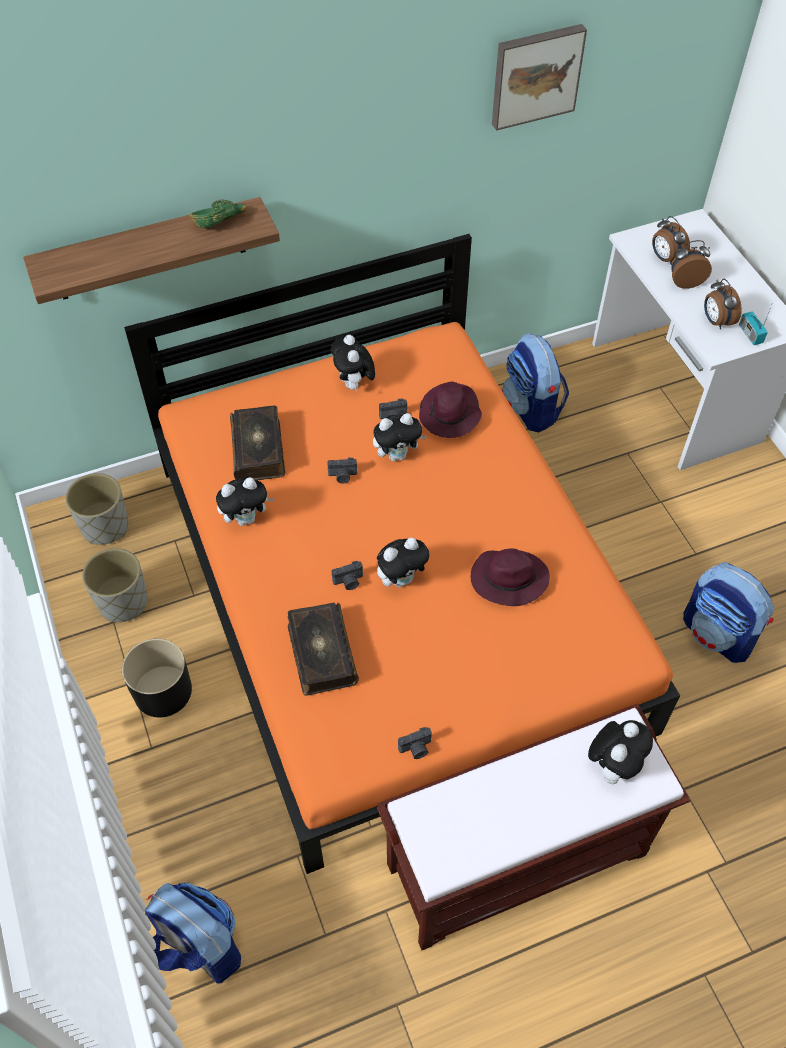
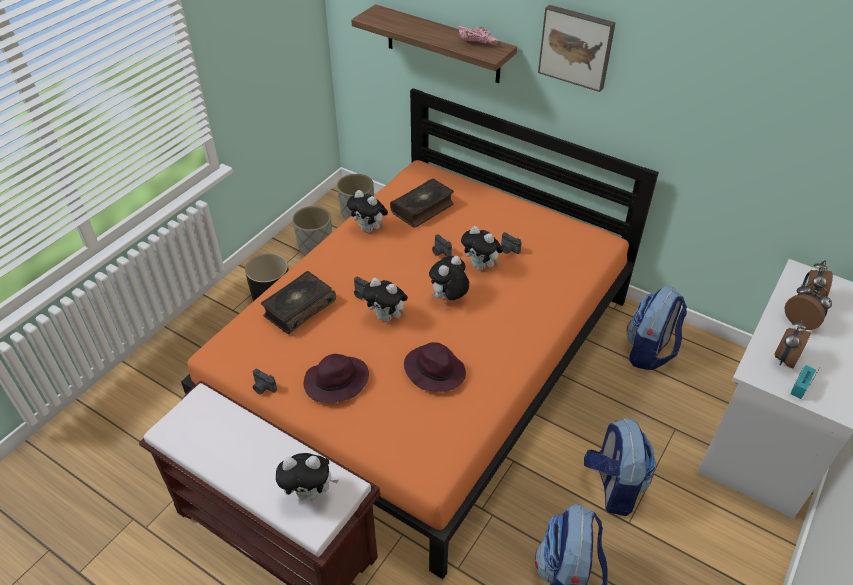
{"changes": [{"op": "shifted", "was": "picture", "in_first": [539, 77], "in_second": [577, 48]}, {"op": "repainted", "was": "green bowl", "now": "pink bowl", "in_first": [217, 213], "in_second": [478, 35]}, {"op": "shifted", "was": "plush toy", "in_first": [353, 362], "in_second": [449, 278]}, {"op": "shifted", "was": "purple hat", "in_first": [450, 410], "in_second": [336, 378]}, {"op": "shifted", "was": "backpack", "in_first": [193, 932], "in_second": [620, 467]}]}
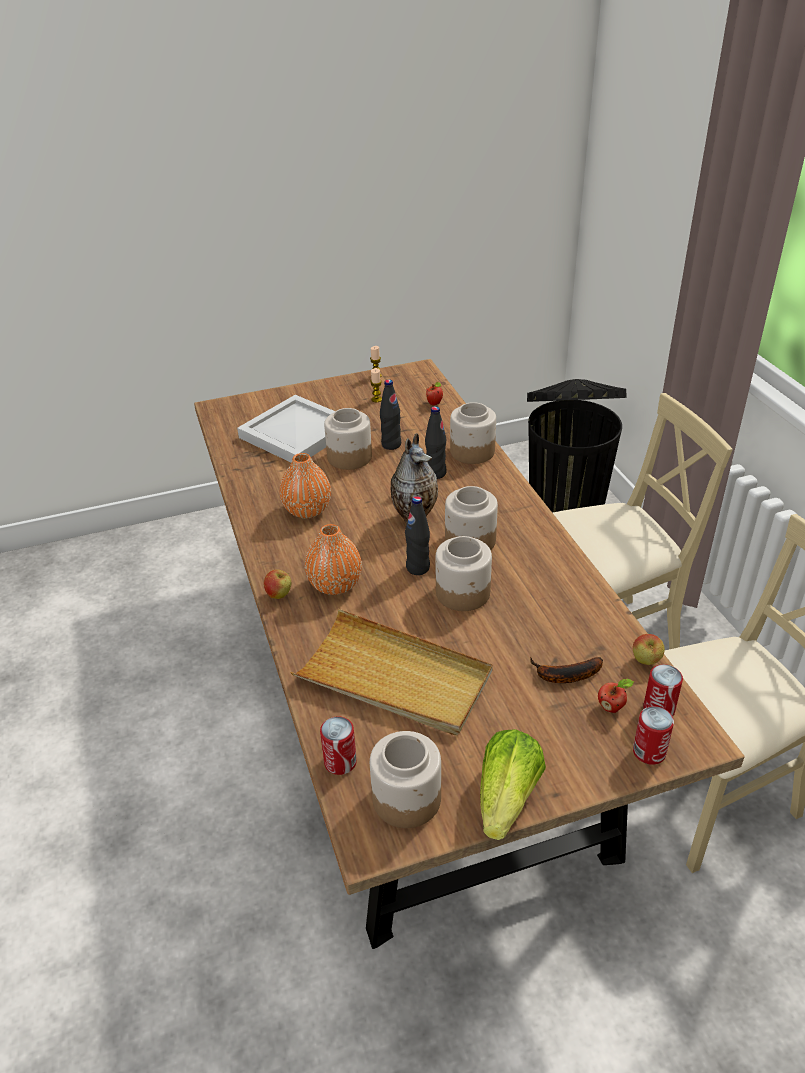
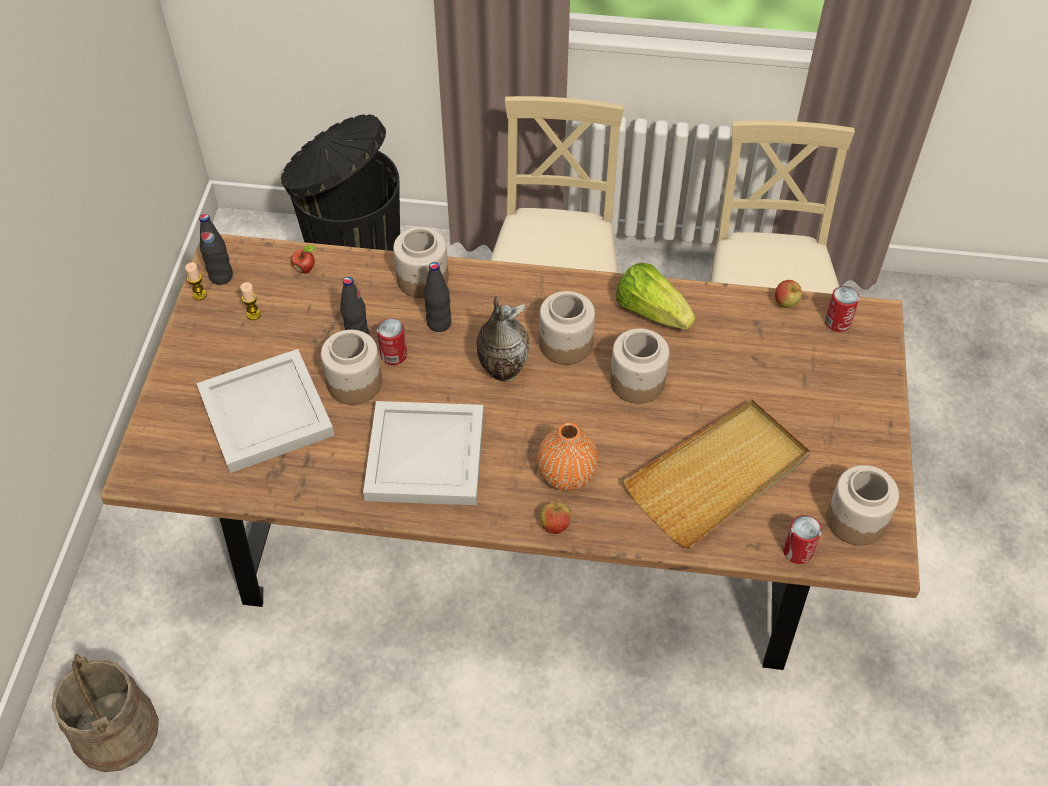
{"changes": [{"op": "swapped", "was": "orange vase", "now": "white tray", "in_first": [305, 485], "in_second": [423, 453]}, {"op": "shifted", "was": "black bottle", "in_first": [417, 535], "in_second": [216, 249]}, {"op": "gone", "was": "banana", "in_first": [566, 670]}, {"op": "gone", "was": "apple", "in_first": [616, 696]}, {"op": "shifted", "was": "can", "in_first": [653, 735], "in_second": [392, 341]}, {"op": "shifted", "was": "lettuce", "in_first": [513, 784], "in_second": [656, 296]}, {"op": "new", "now": "beige bucket", "in_second": [105, 713]}]}
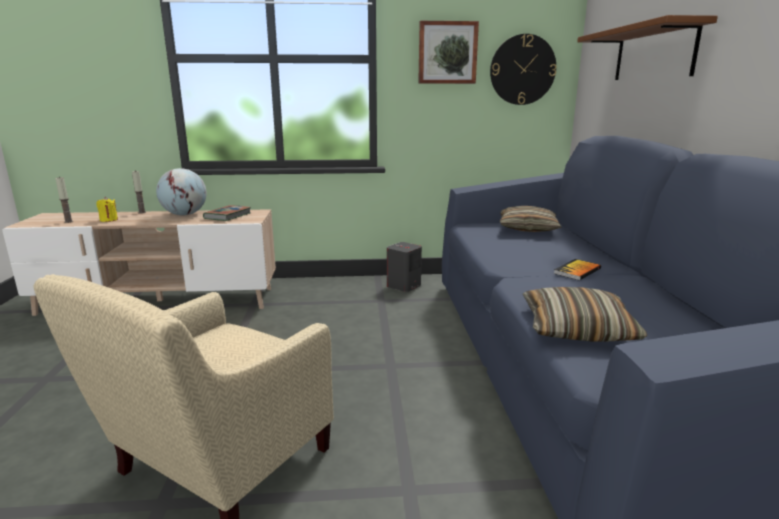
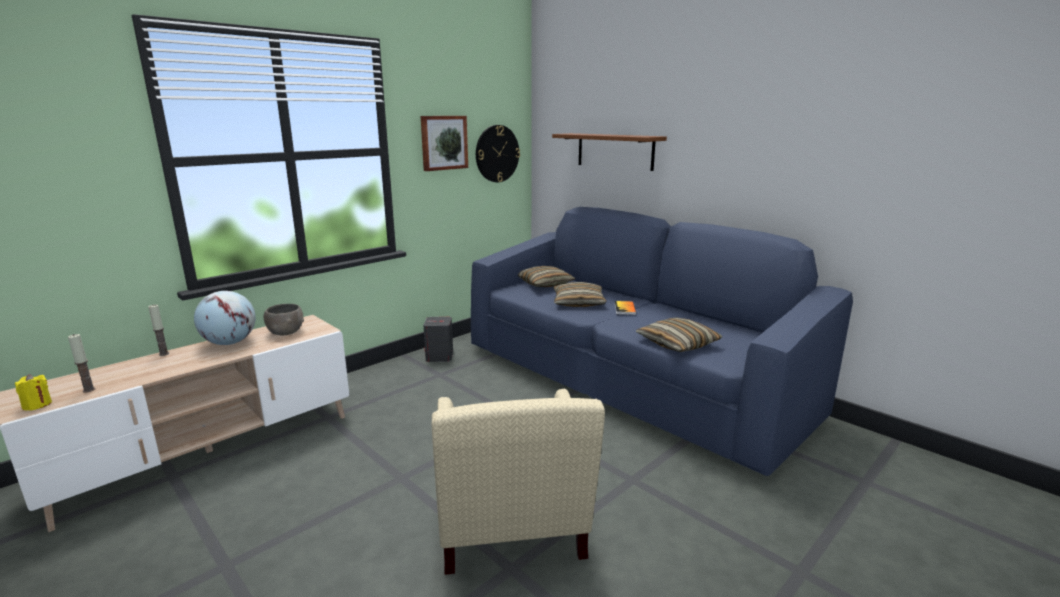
{"changes": [{"op": "shifted", "was": "yellow candle", "in_first": [107, 209], "in_second": [33, 392]}, {"op": "swapped", "was": "book", "now": "grey bowl", "in_first": [227, 213], "in_second": [284, 319]}, {"op": "new", "now": "pillow", "in_second": [580, 294]}]}
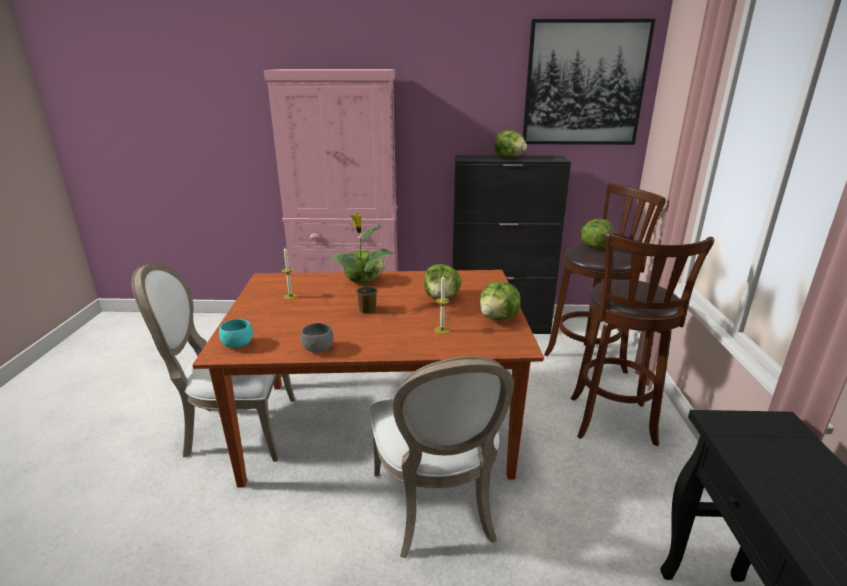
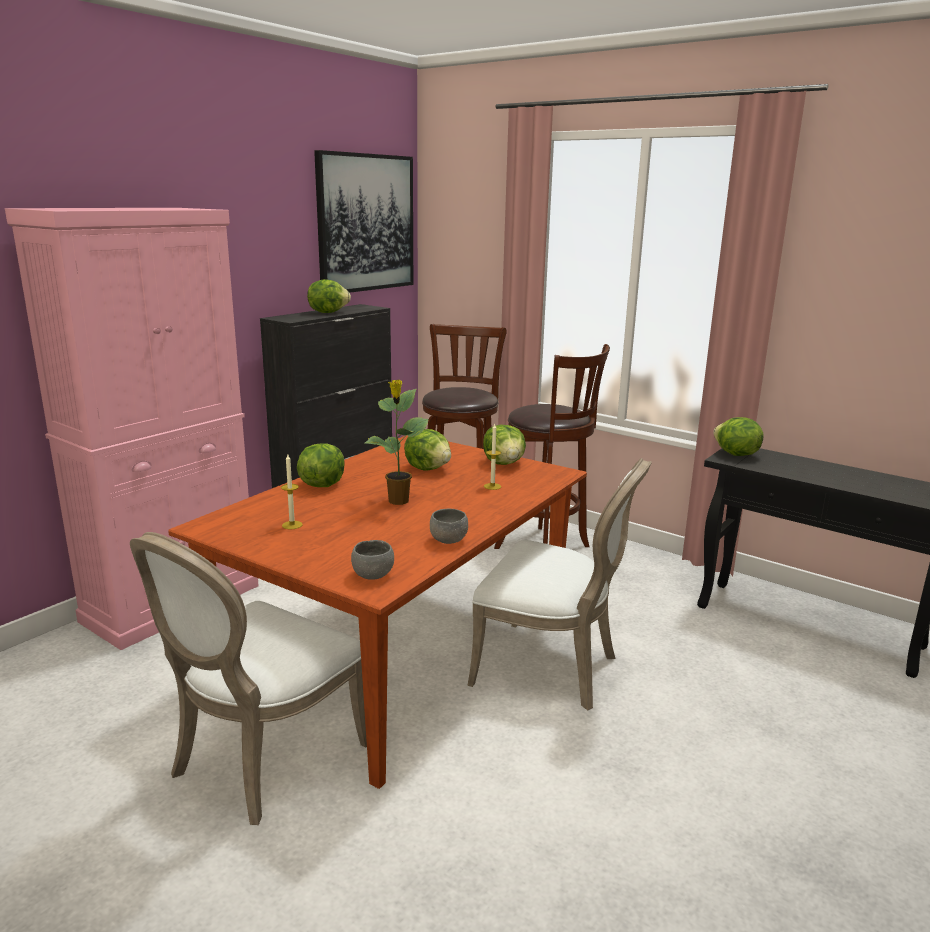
{"changes": [{"op": "shifted", "was": "lettuce", "in_first": [597, 234], "in_second": [738, 436]}, {"op": "repainted", "was": "turquoise bowl", "now": "grey bowl", "in_first": [236, 333], "in_second": [372, 560]}]}
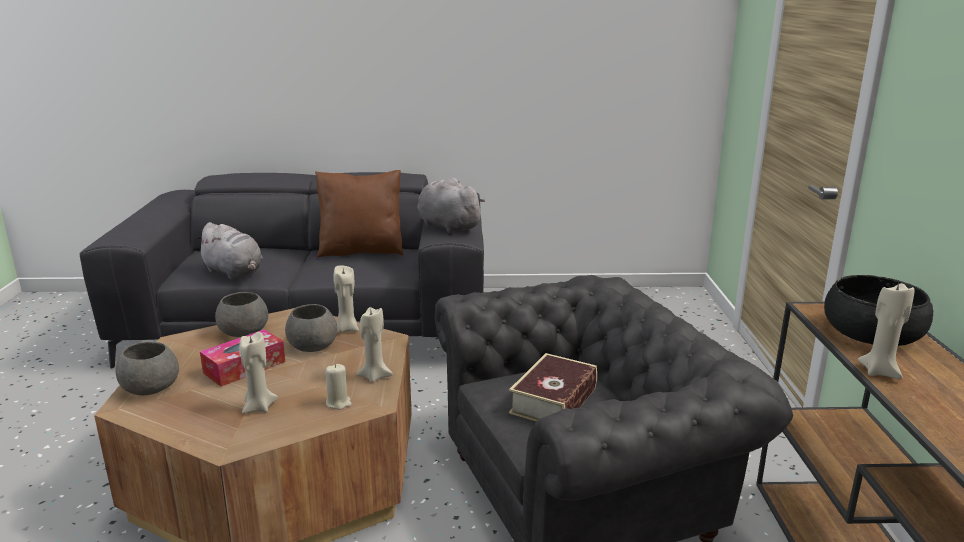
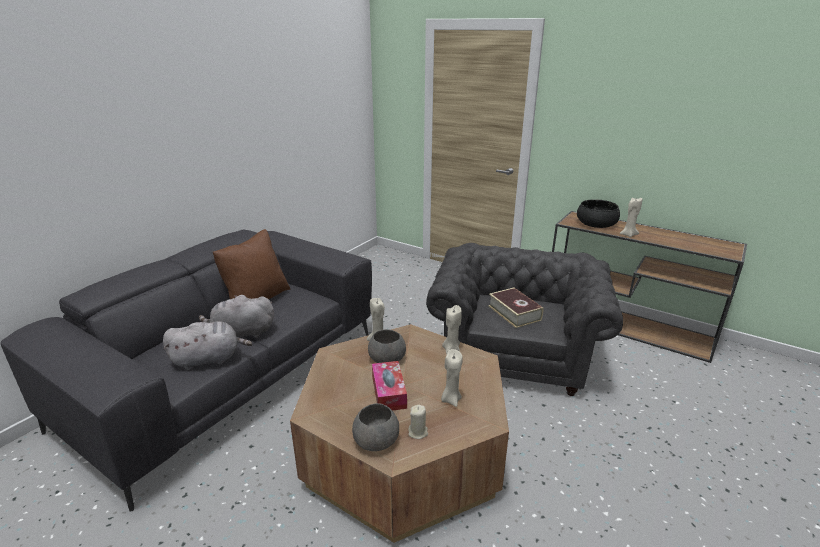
{"changes": [{"op": "shifted", "was": "grey plush toy", "in_first": [451, 206], "in_second": [236, 316]}, {"op": "gone", "was": "grey bowl", "in_first": [241, 314]}, {"op": "shifted", "was": "beige candle", "in_first": [338, 387], "in_second": [418, 422]}]}
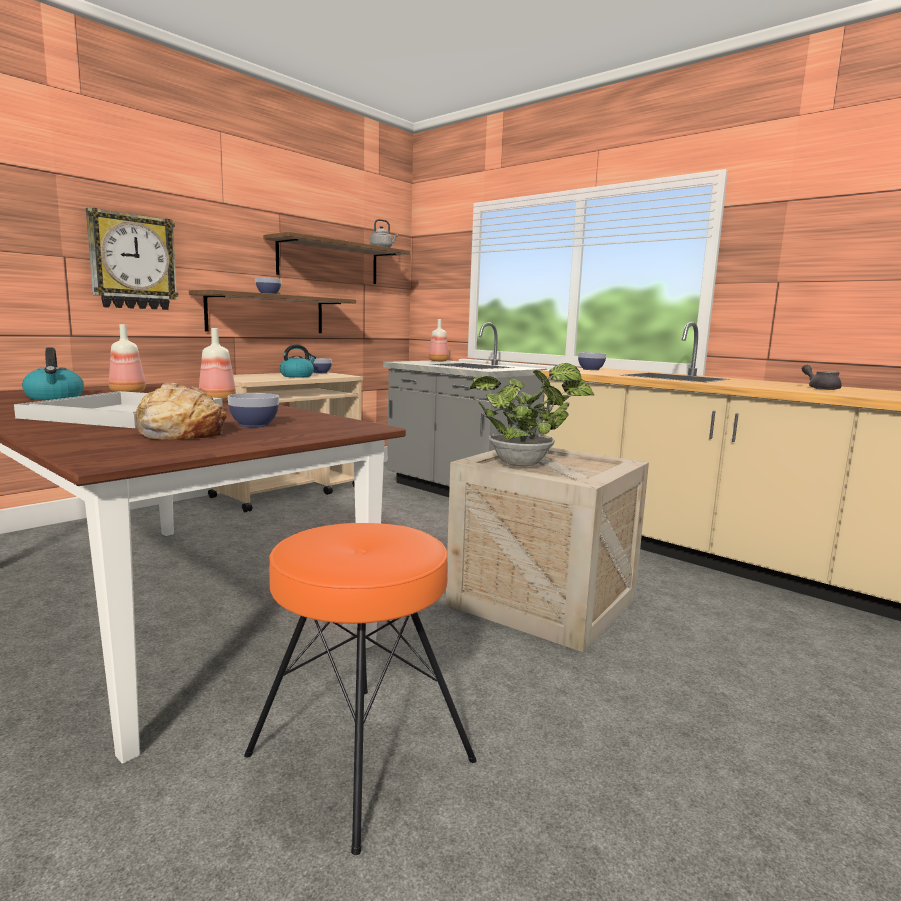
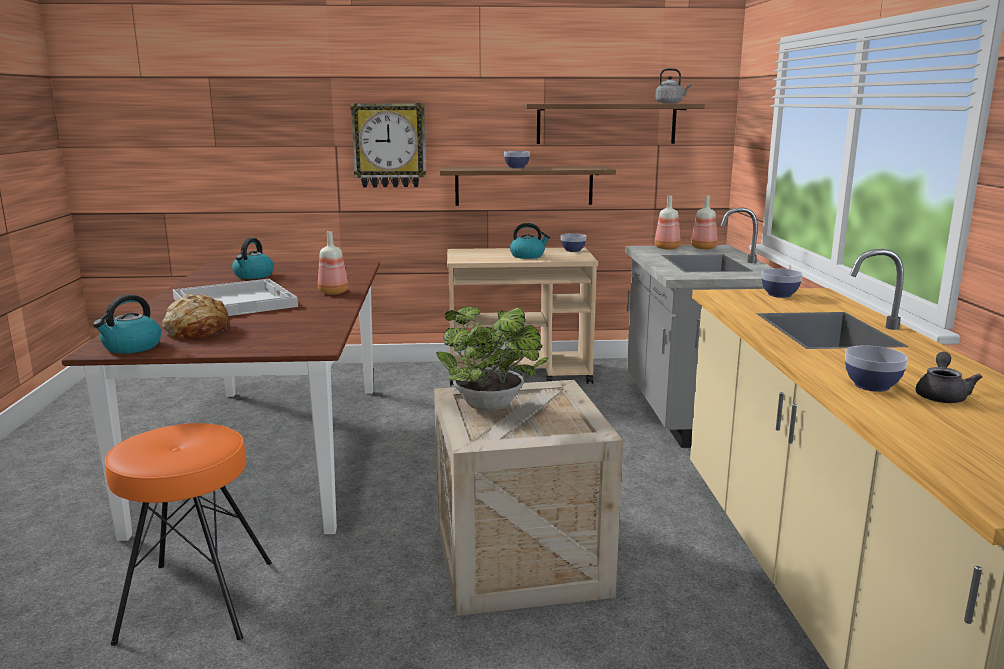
{"changes": [{"op": "shifted", "was": "bottle", "in_first": [127, 358], "in_second": [667, 222]}, {"op": "shifted", "was": "bowl", "in_first": [253, 410], "in_second": [876, 368]}, {"op": "new", "now": "kettle", "in_second": [127, 324]}]}
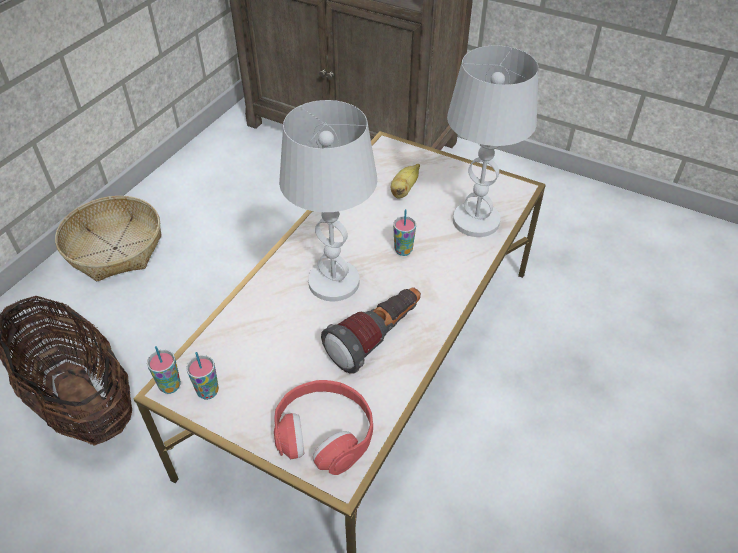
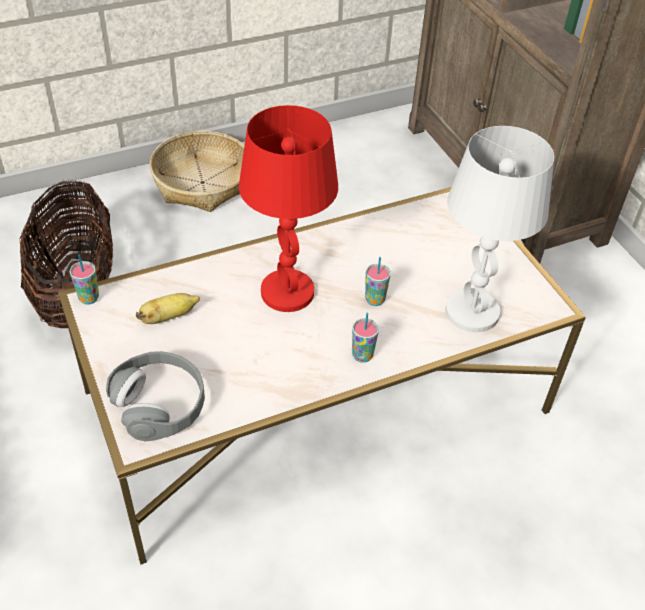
{"changes": [{"op": "repainted", "was": "white table lamp", "now": "red table lamp", "in_first": [328, 200], "in_second": [288, 208]}, {"op": "shifted", "was": "banana", "in_first": [405, 181], "in_second": [168, 308]}, {"op": "gone", "was": "flashlight", "in_first": [371, 330]}, {"op": "shifted", "was": "cup", "in_first": [202, 376], "in_second": [365, 338]}, {"op": "repainted", "was": "red headphones", "now": "grey headphones", "in_first": [323, 427], "in_second": [155, 396]}]}
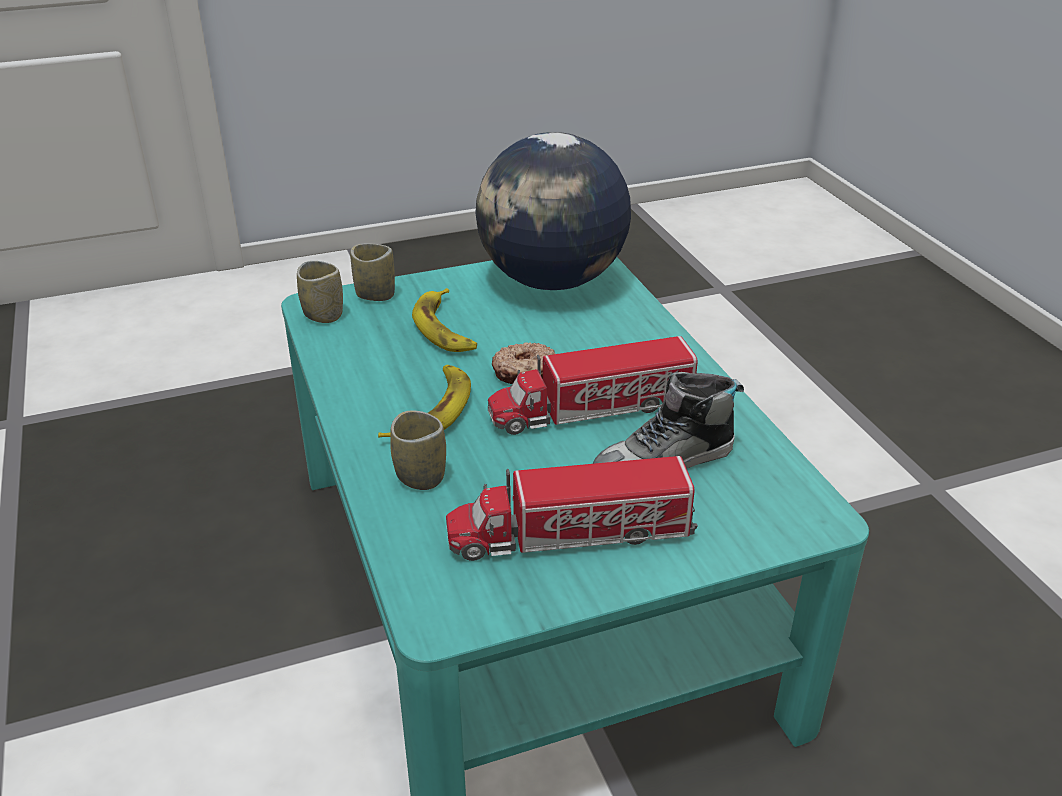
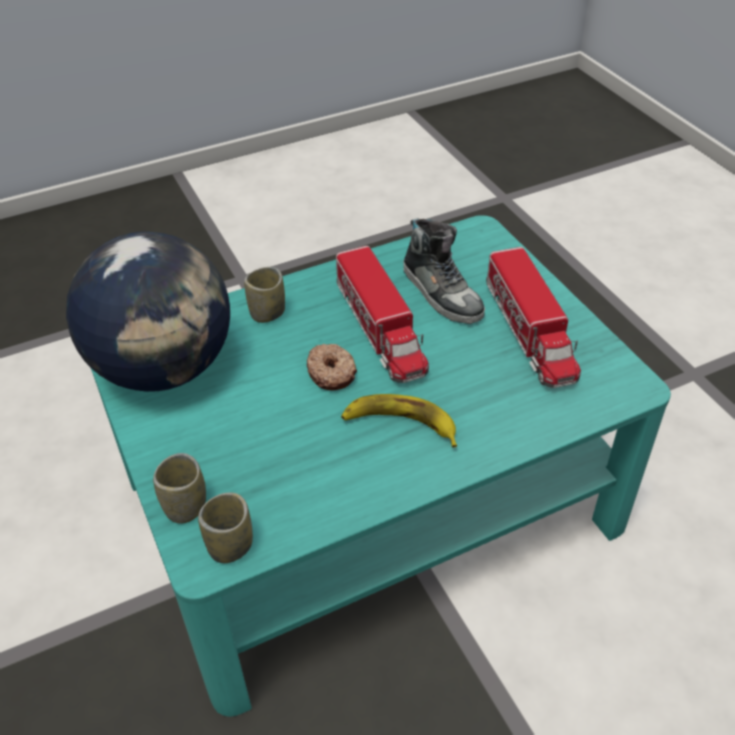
{"changes": [{"op": "gone", "was": "banana", "in_first": [444, 320]}, {"op": "shifted", "was": "cup", "in_first": [418, 450], "in_second": [264, 295]}]}
